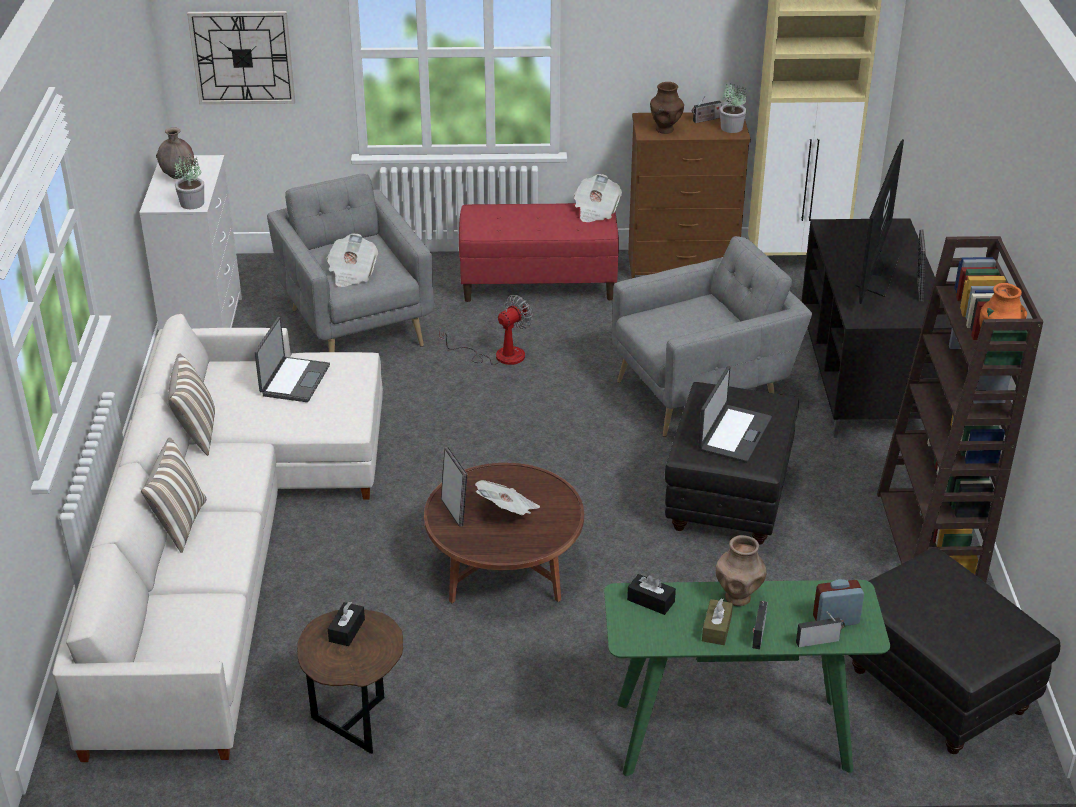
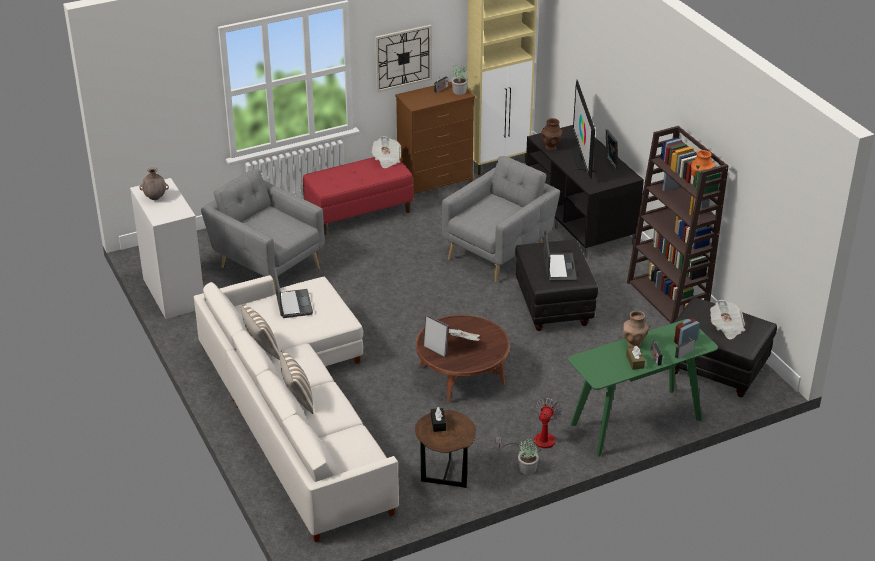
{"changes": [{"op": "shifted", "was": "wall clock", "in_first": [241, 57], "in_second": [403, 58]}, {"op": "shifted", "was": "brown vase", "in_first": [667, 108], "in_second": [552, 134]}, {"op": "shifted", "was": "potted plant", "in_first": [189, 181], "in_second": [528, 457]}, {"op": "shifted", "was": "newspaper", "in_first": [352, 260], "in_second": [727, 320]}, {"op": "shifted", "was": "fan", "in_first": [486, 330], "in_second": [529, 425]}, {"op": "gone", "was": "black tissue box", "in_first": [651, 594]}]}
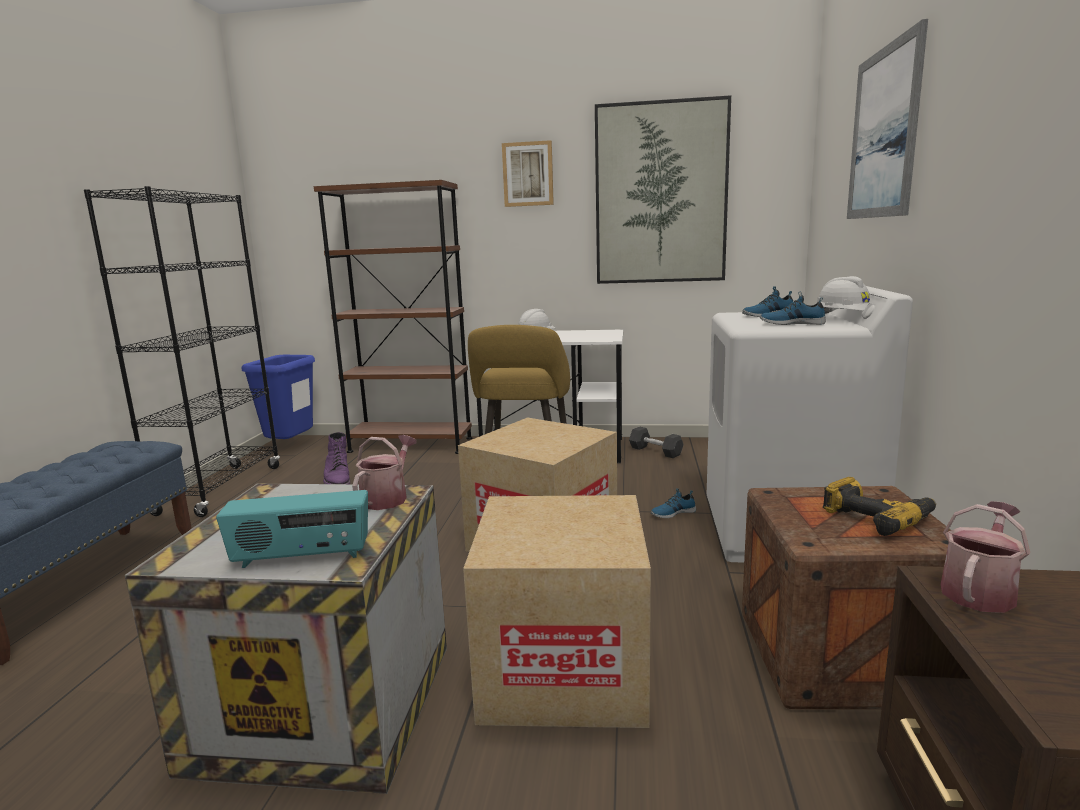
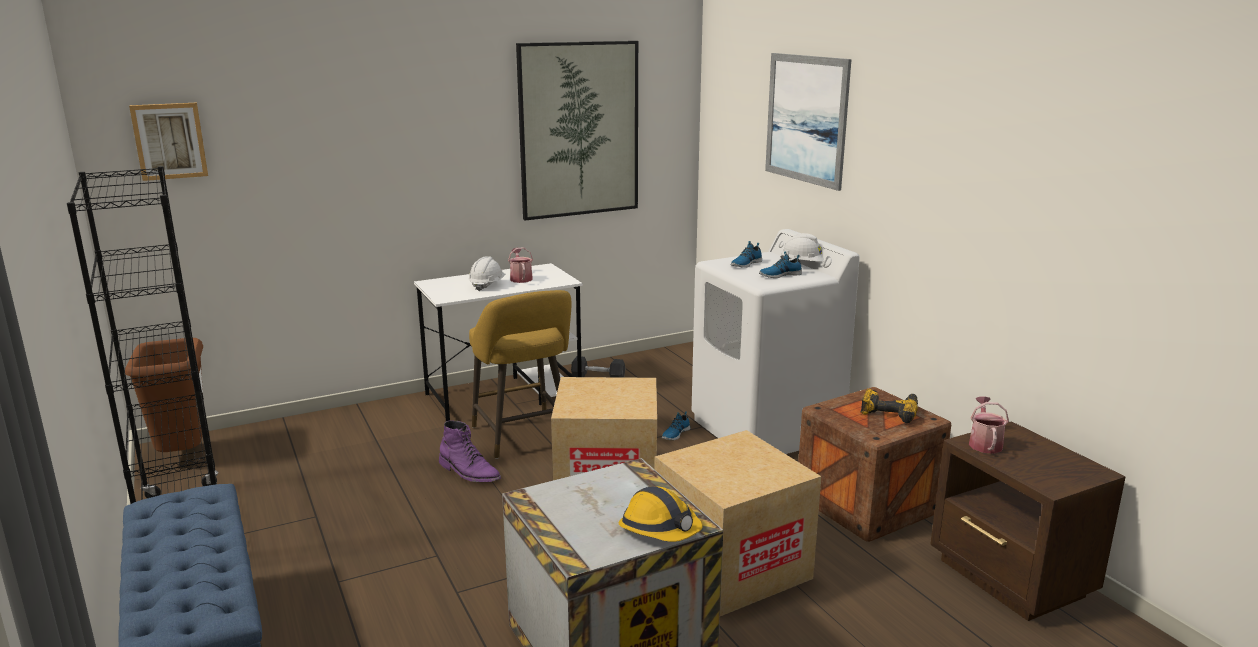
{"changes": [{"op": "shifted", "was": "picture", "in_first": [528, 173], "in_second": [168, 142]}, {"op": "gone", "was": "brown bookcase", "in_first": [393, 317]}, {"op": "repainted", "was": "blue trash can", "now": "brown trash can", "in_first": [278, 397], "in_second": [164, 395]}, {"op": "shifted", "was": "purple boot", "in_first": [336, 458], "in_second": [470, 451]}, {"op": "shifted", "was": "watering can", "in_first": [384, 472], "in_second": [520, 265]}, {"op": "swapped", "was": "radio", "now": "hard hat", "in_first": [292, 529], "in_second": [660, 514]}]}
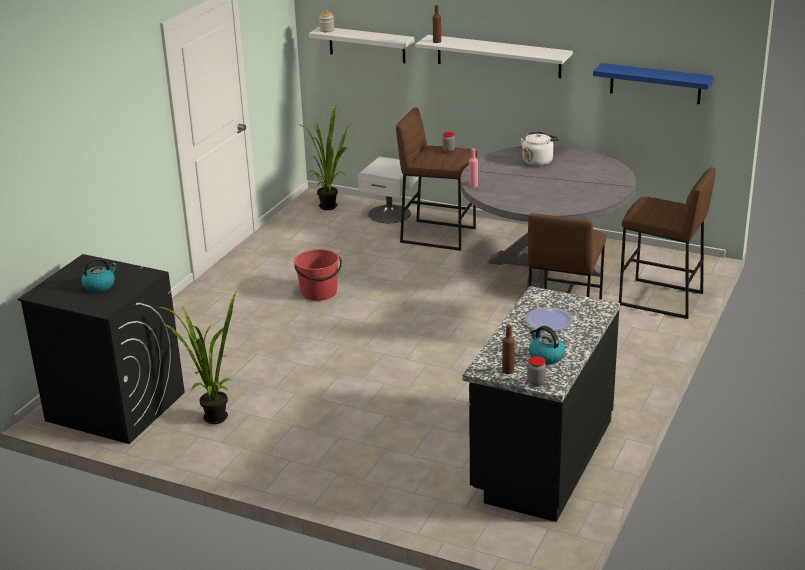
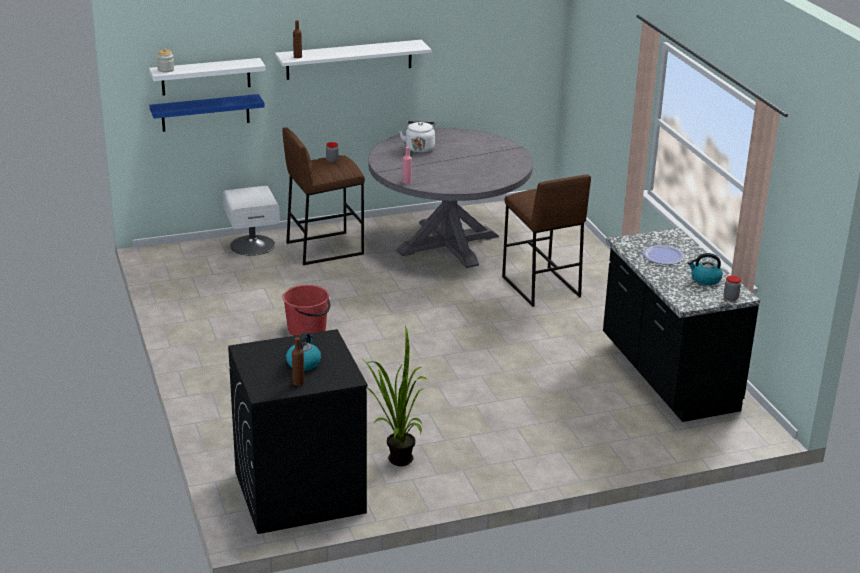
{"changes": [{"op": "shifted", "was": "blue shelf", "in_first": [653, 83], "in_second": [207, 113]}, {"op": "gone", "was": "potted plant", "in_first": [325, 157]}, {"op": "gone", "was": "brown stool", "in_first": [667, 243]}, {"op": "shifted", "was": "brown bottle", "in_first": [508, 349], "in_second": [298, 361]}]}
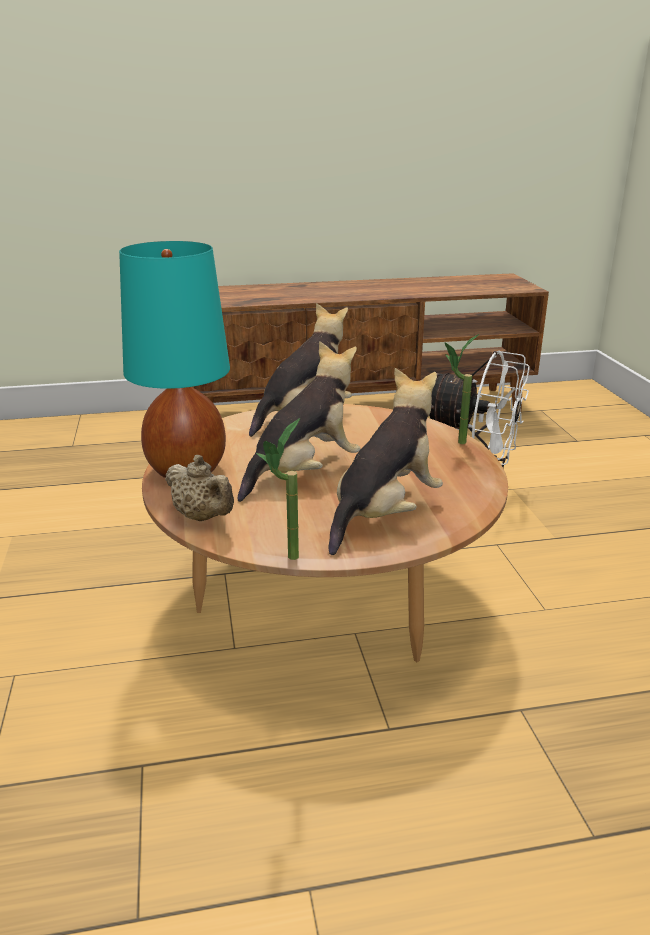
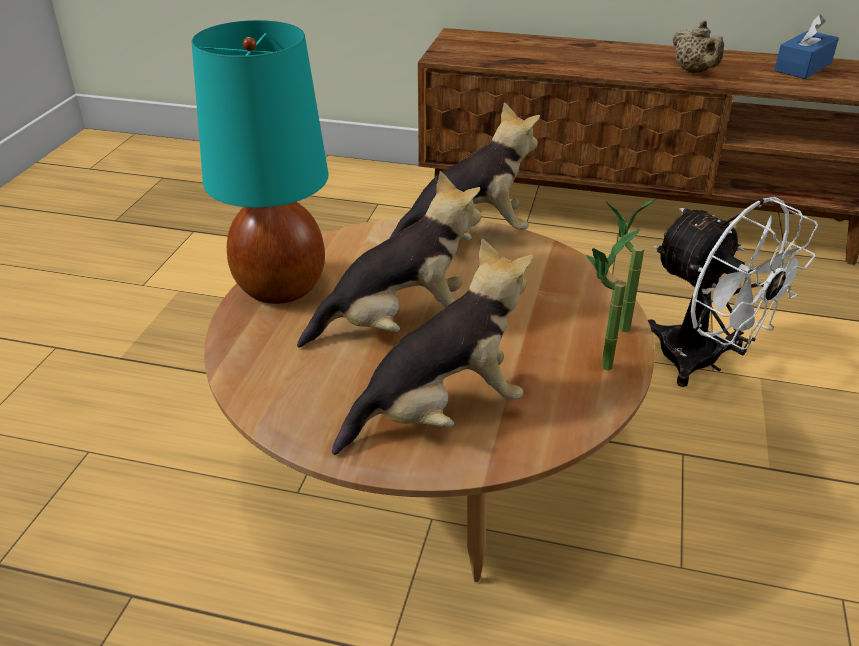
{"changes": [{"op": "shifted", "was": "potted plant", "in_first": [278, 489], "in_second": [613, 299]}, {"op": "shifted", "was": "beige teapot", "in_first": [199, 488], "in_second": [698, 46]}, {"op": "new", "now": "blue tissue box", "in_second": [806, 47]}]}
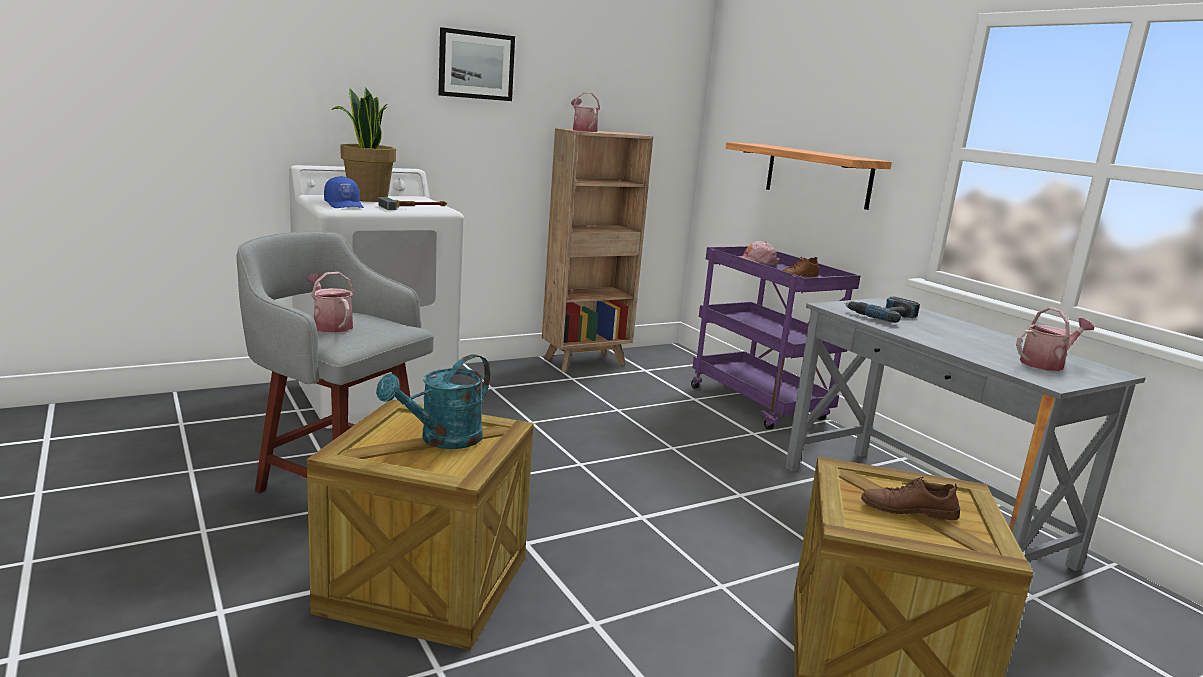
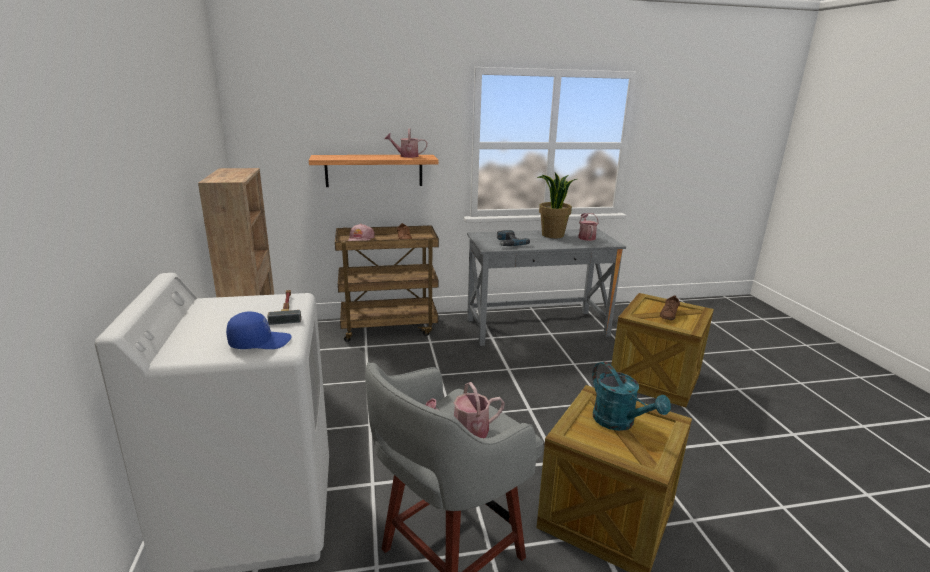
{"changes": [{"op": "gone", "was": "picture", "in_first": [476, 64]}, {"op": "shifted", "was": "potted plant", "in_first": [363, 145], "in_second": [556, 205]}, {"op": "shifted", "was": "watering can", "in_first": [585, 112], "in_second": [405, 143]}, {"op": "repainted", "was": "purple cart", "now": "brown cart", "in_first": [775, 338], "in_second": [387, 283]}]}
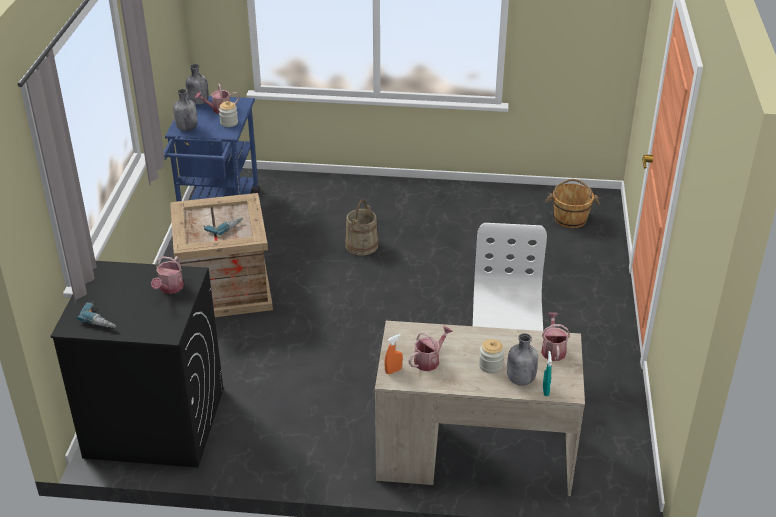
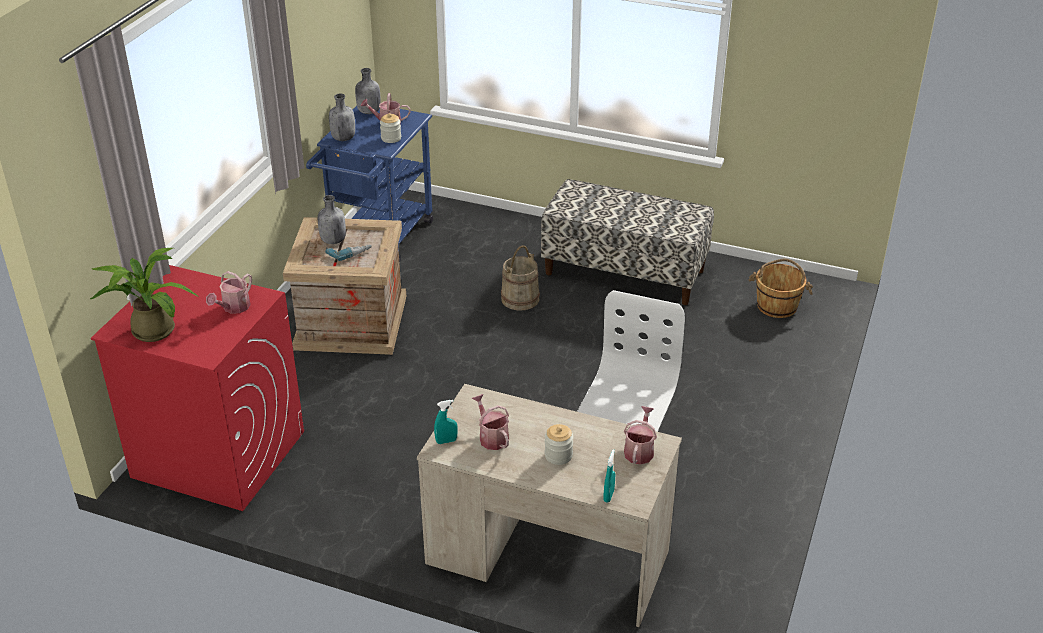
{"changes": [{"op": "repainted", "was": "black washing machine", "now": "red washing machine", "in_first": [136, 364], "in_second": [197, 388]}, {"op": "swapped", "was": "power drill", "now": "potted plant", "in_first": [96, 314], "in_second": [143, 295]}, {"op": "rotated", "was": "watering can", "in_first": [431, 348], "in_second": [490, 422], "clockwise": -90}, {"op": "shifted", "was": "grey bottle", "in_first": [522, 359], "in_second": [332, 219]}, {"op": "repainted", "was": "orange spray bottle", "now": "turquoise spray bottle", "in_first": [393, 354], "in_second": [446, 422]}, {"op": "new", "now": "bench", "in_second": [627, 242]}]}
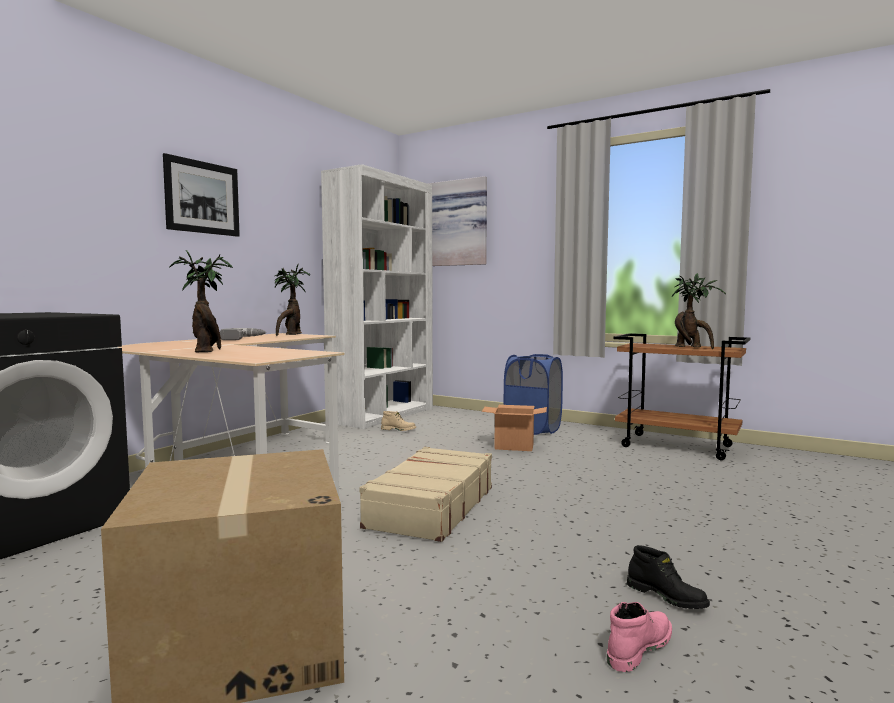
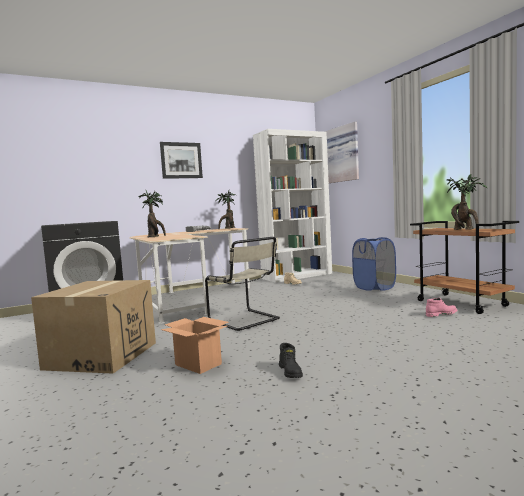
{"changes": [{"op": "shifted", "was": "cardboard box", "in_first": [514, 428], "in_second": [195, 345]}, {"op": "swapped", "was": "beige suitcase", "now": "beige chair", "in_first": [426, 494], "in_second": [242, 284]}, {"op": "shifted", "was": "pink boot", "in_first": [639, 637], "in_second": [441, 307]}]}
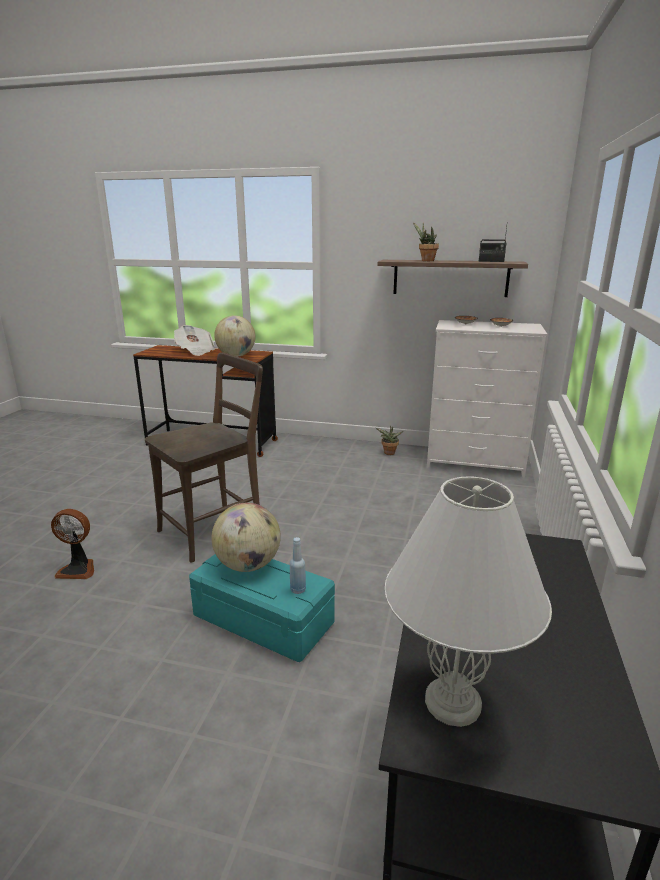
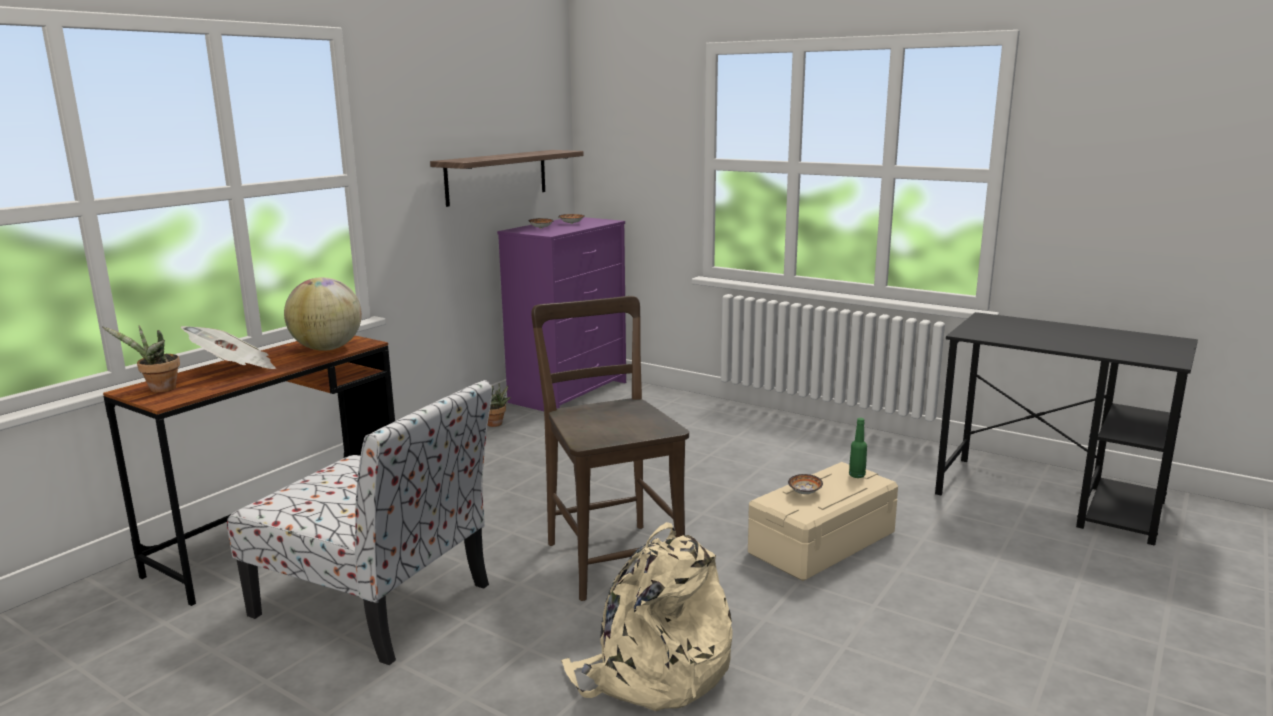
{"changes": [{"op": "shifted", "was": "potted plant", "in_first": [426, 242], "in_second": [141, 358]}, {"op": "gone", "was": "radio", "in_first": [493, 244]}, {"op": "repainted", "was": "white dresser", "now": "purple dresser", "in_first": [487, 399], "in_second": [561, 314]}, {"op": "gone", "was": "white table lamp", "in_first": [468, 601]}, {"op": "swapped", "was": "globe", "now": "bowl", "in_first": [246, 537], "in_second": [805, 484]}, {"op": "swapped", "was": "fan", "now": "beige backpack", "in_first": [72, 544], "in_second": [646, 616]}, {"op": "repainted", "was": "blue bottle", "now": "green bottle", "in_first": [298, 565], "in_second": [858, 448]}, {"op": "repainted", "was": "turquoise storage box", "now": "beige storage box", "in_first": [262, 608], "in_second": [823, 521]}, {"op": "new", "now": "chair", "in_second": [359, 522]}]}
